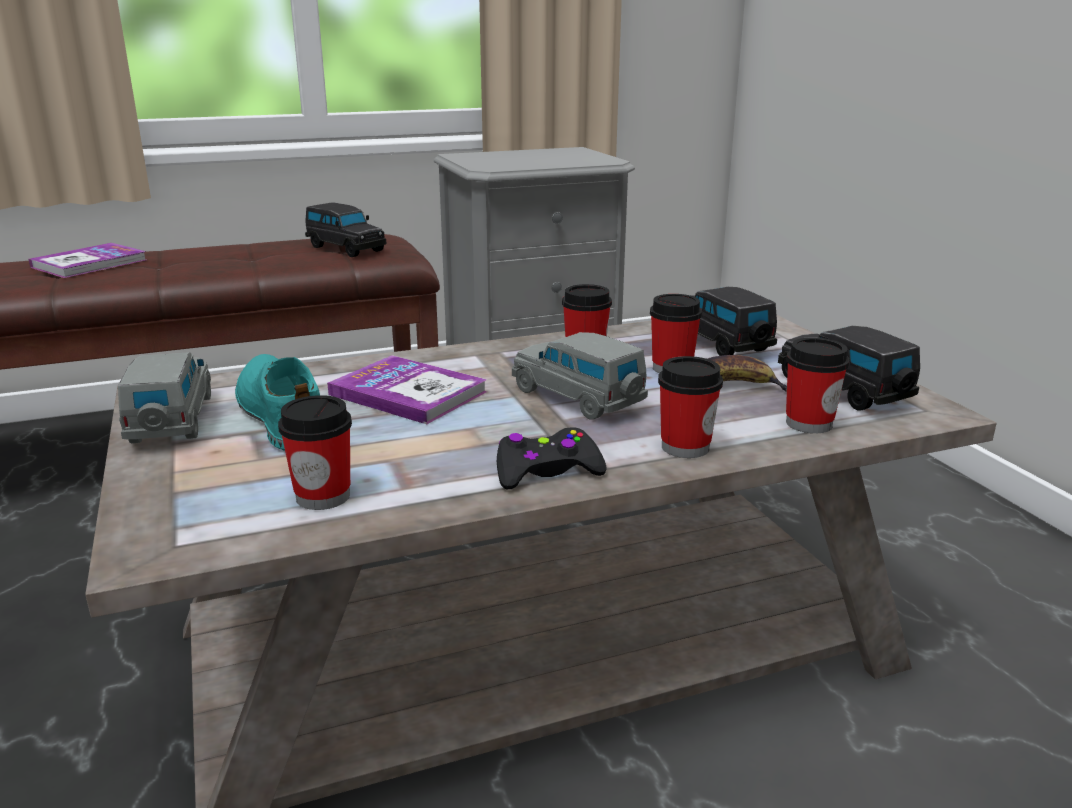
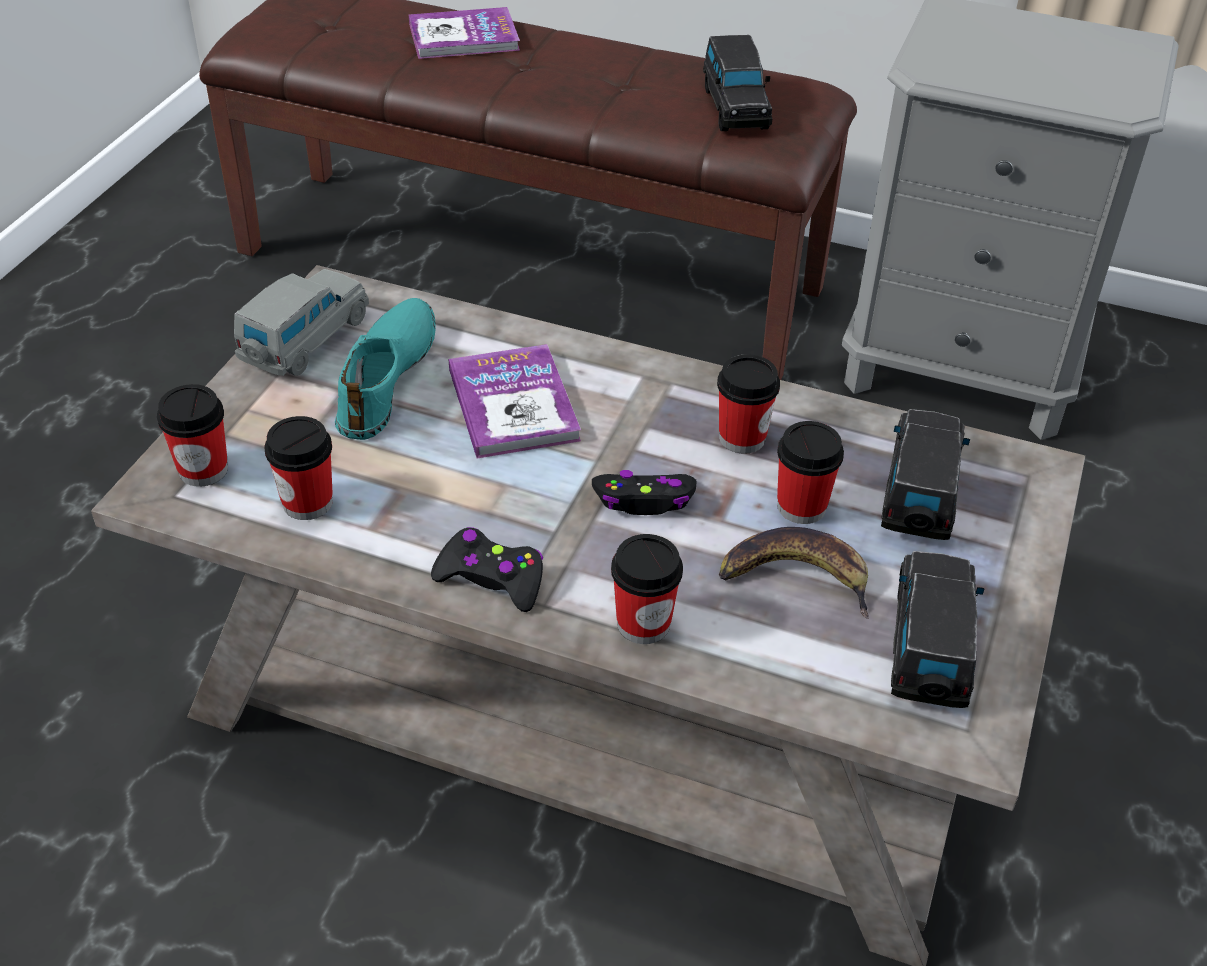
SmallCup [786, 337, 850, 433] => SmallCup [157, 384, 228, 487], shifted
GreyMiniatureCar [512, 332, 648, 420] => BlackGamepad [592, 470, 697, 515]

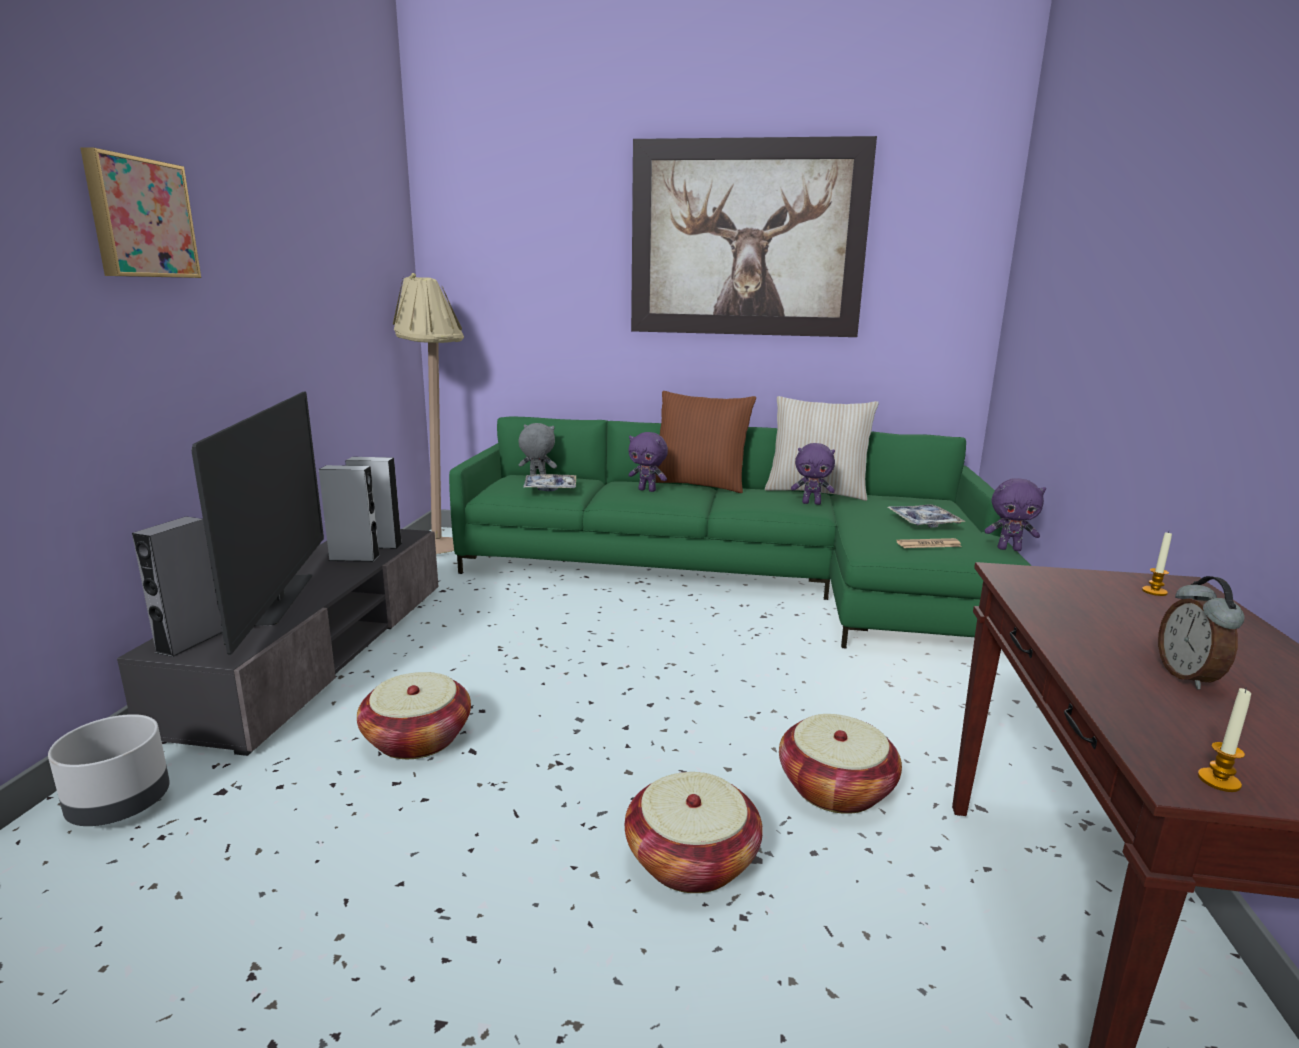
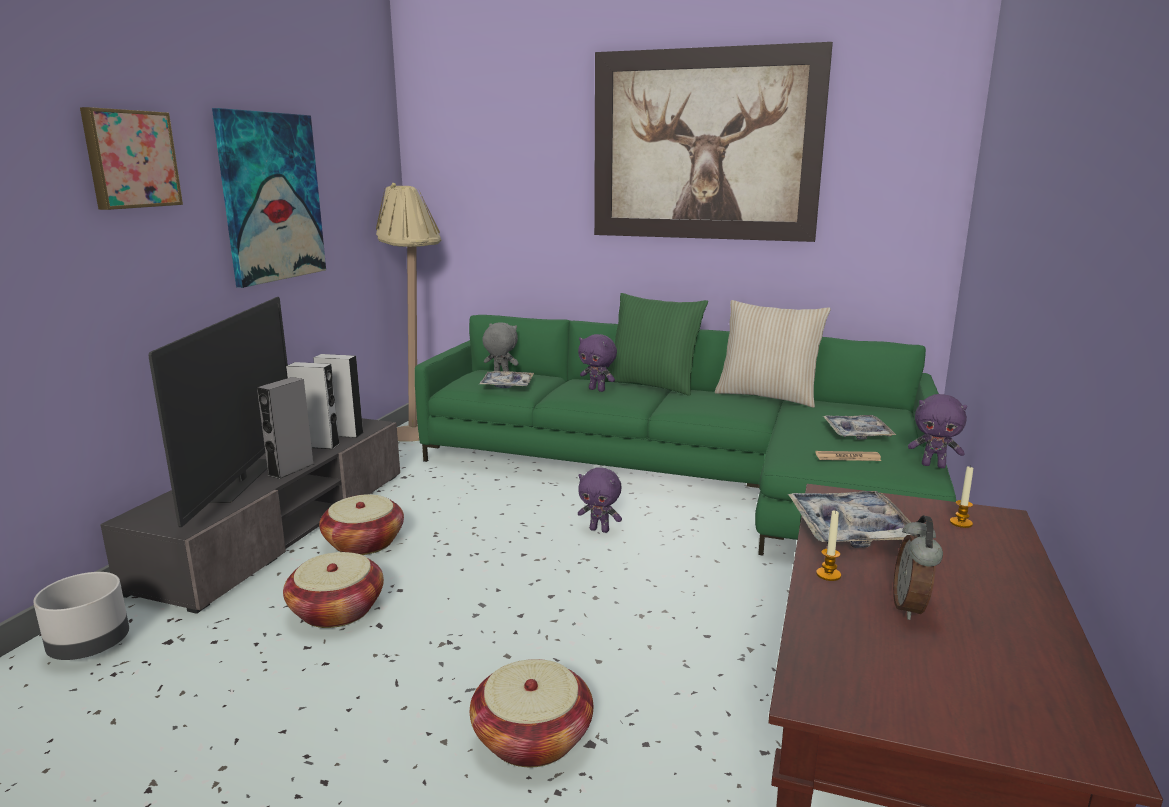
nothing => WallArt [212, 108, 326, 288]
nothing => Tray [788, 491, 921, 548]
GreyAudioSpeaker [132, 516, 222, 657] => GreyAudioSpeaker [257, 377, 314, 479], shifted
StorageBasket [779, 714, 902, 814] => StorageBasket [319, 494, 404, 555], shifted
PurpleColouredCuddlyToy [791, 443, 835, 505] => PurpleColouredCuddlyToy [578, 467, 622, 533], shifted
Candle [1198, 688, 1251, 792] => Candle [816, 510, 841, 581], shifted
BrownishPillow [656, 391, 756, 493] => GreenishPillow [605, 293, 708, 396]

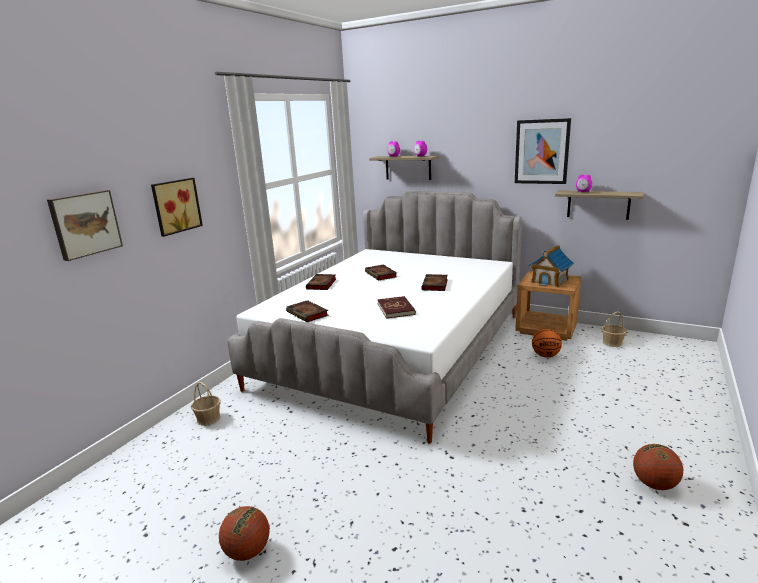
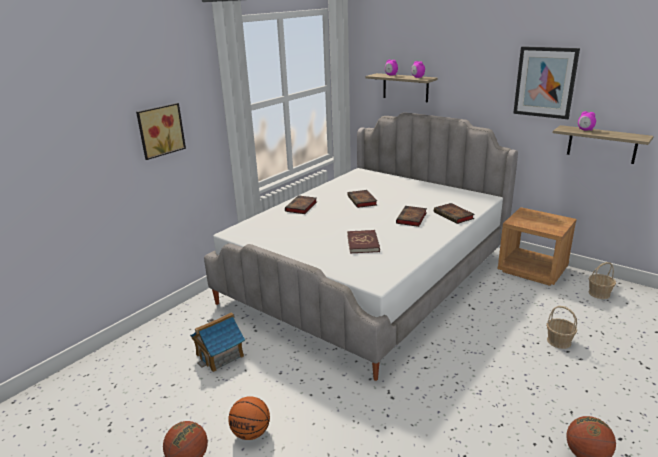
WallArt [47, 190, 123, 261] => nothing
StorageBasket [191, 382, 220, 426] => StorageBasket [547, 306, 577, 349], shifted
BoundBook [286, 300, 329, 322] => BoundBook [434, 203, 475, 224], shifted
ToyHouse [528, 246, 574, 287] => ToyHouse [190, 312, 245, 372], shifted
BasketballBall [532, 329, 562, 358] => BasketballBall [228, 396, 270, 440], shifted

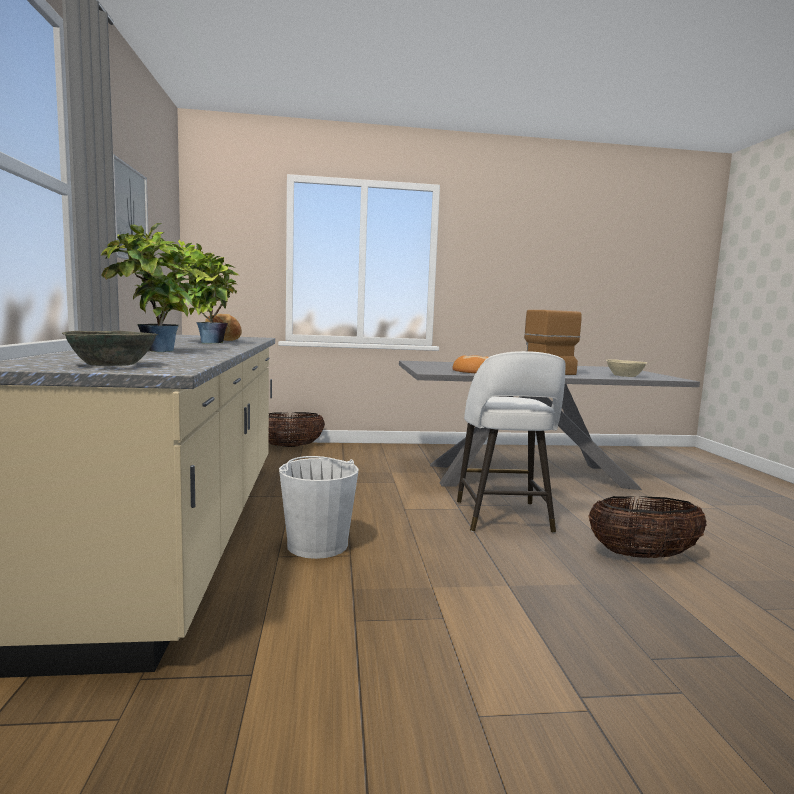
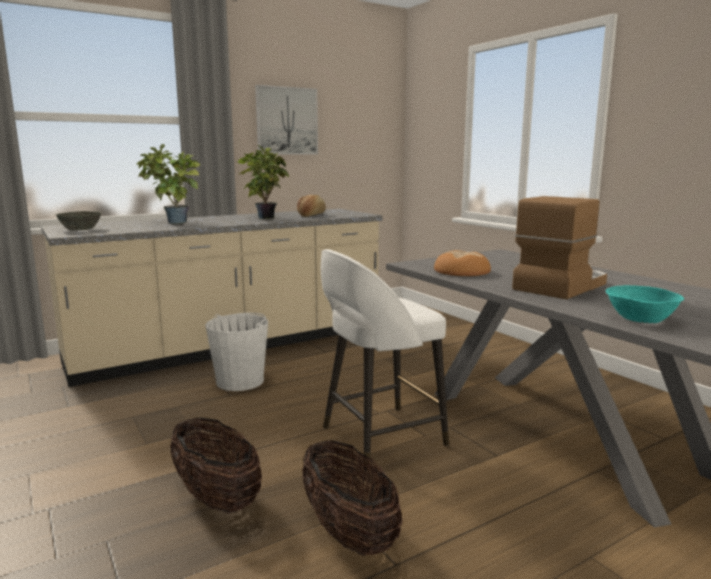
StorageBasket [269, 412, 325, 447] => StorageBasket [170, 417, 262, 514], shifted
SandColouredServingBowl [606, 359, 647, 377] => TurquoiseColouredServingBowl [606, 285, 684, 323]

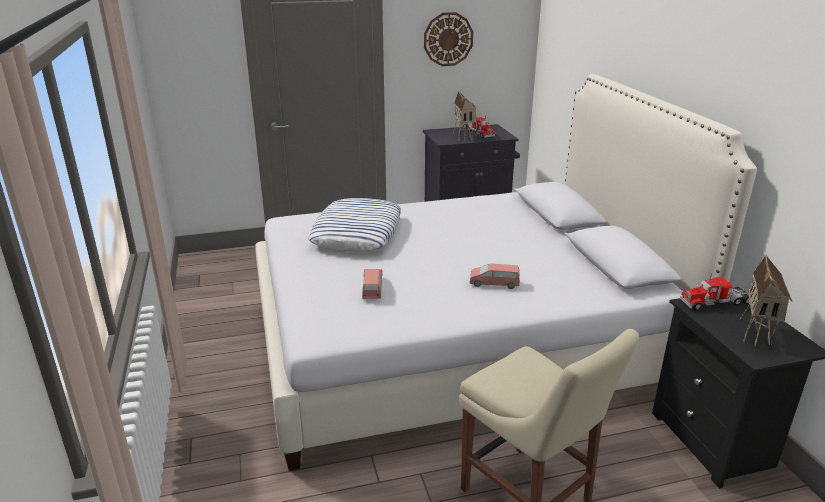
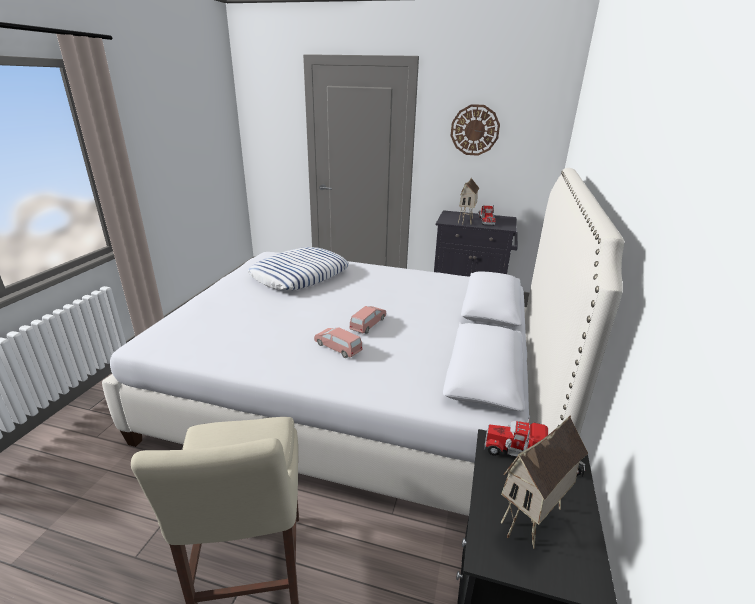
PinkColouredMiniatureCar [362, 269, 382, 299] => PinkColouredMiniatureCar [350, 306, 386, 334], shifted

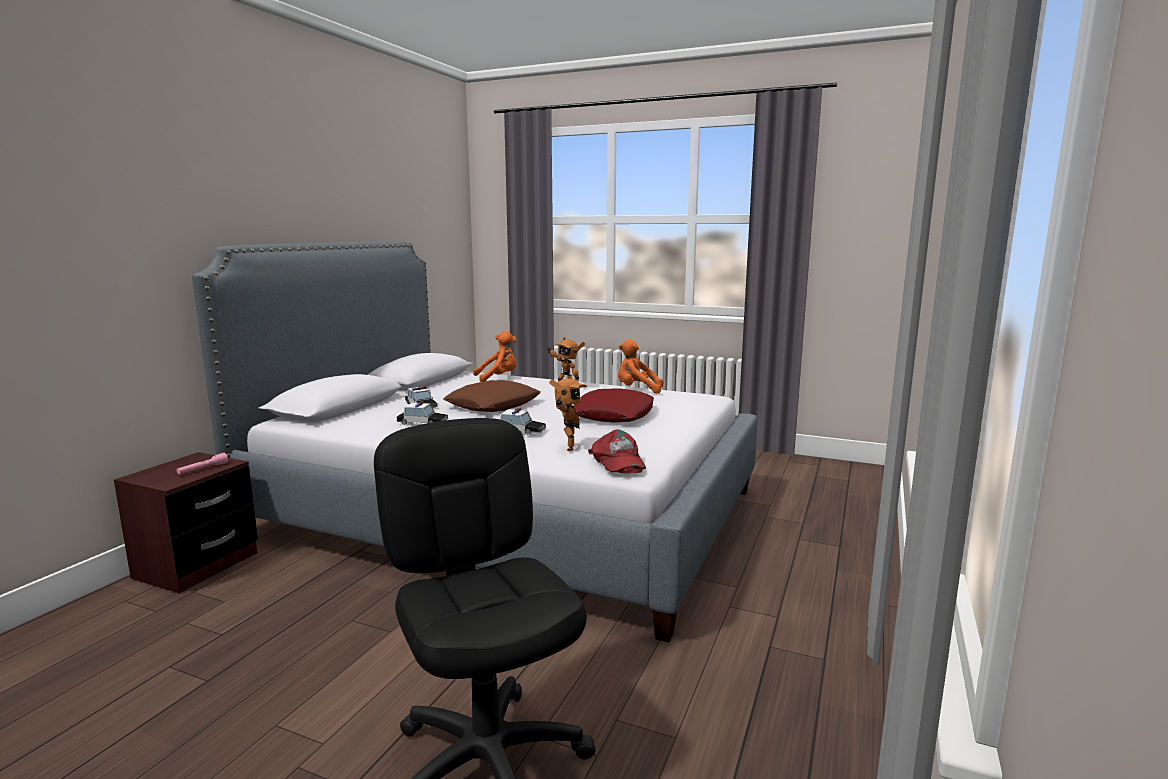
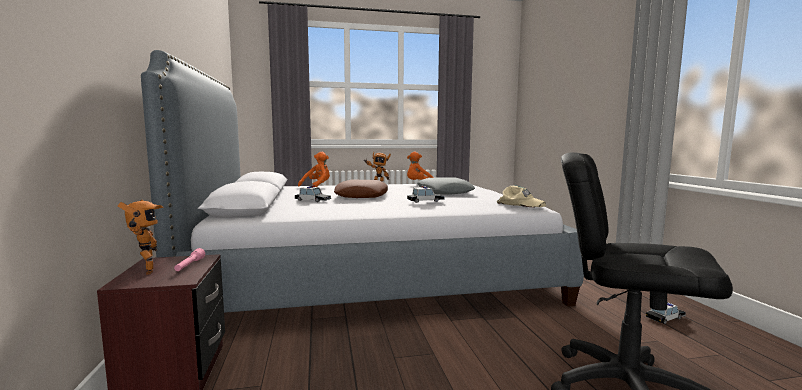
MiniatureCar [397, 401, 449, 425] => MiniatureCar [646, 302, 686, 324], shifted
RobotFigure [549, 376, 587, 451] => RobotFigure [118, 200, 163, 274], shifted
RedPillow [573, 389, 654, 422] => GreyPillow [417, 177, 475, 195]
RedPeakedCap [588, 429, 646, 474] => SandColouredPeakedCap [497, 185, 546, 207]

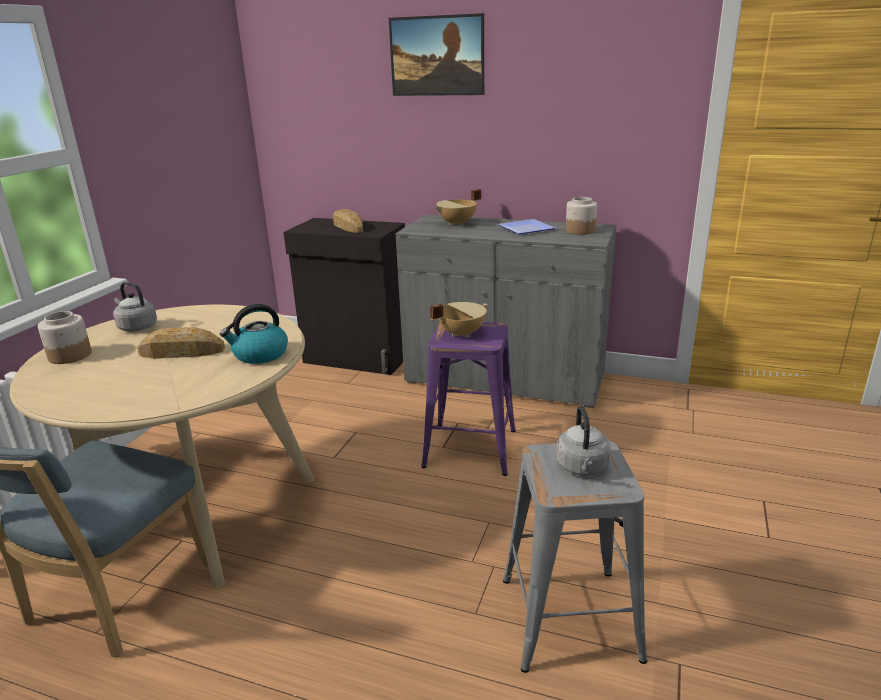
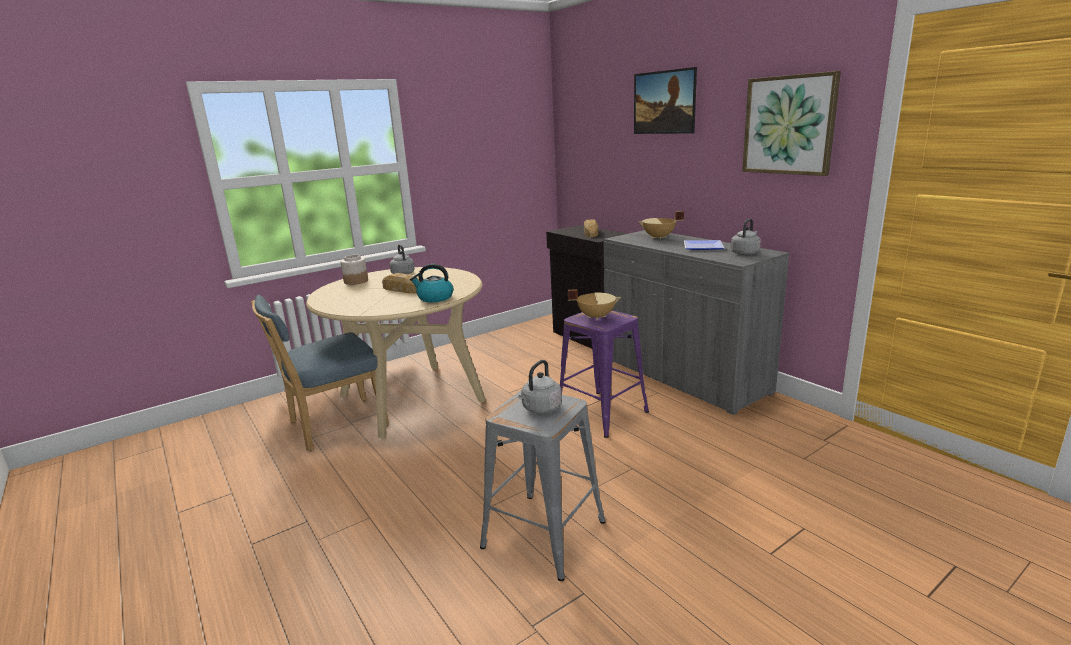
nothing => WallArt [742, 71, 841, 176]
PreserveJar [566, 197, 597, 235] => GreyKettle [731, 219, 761, 255]

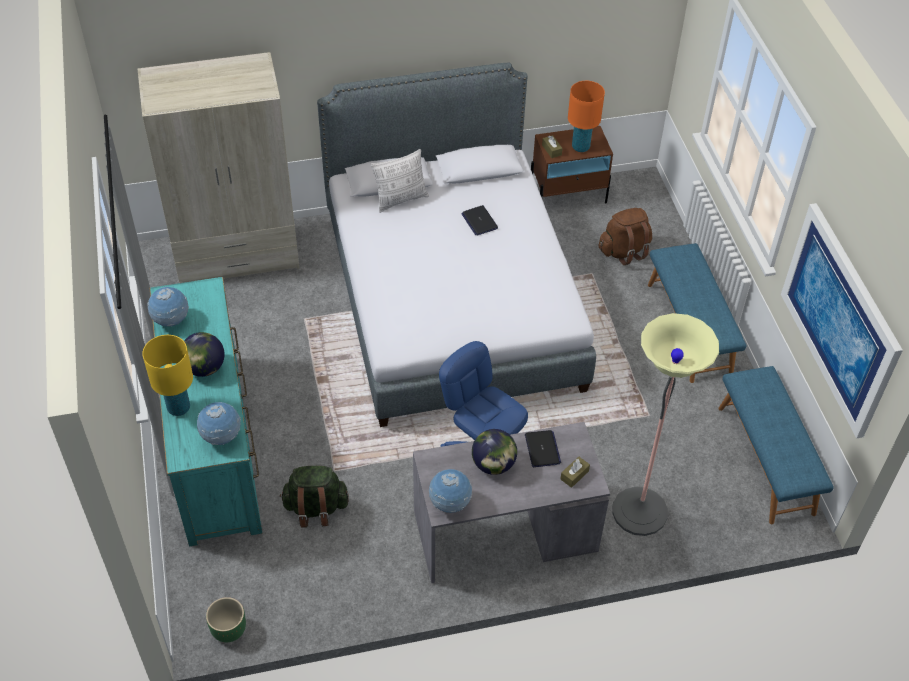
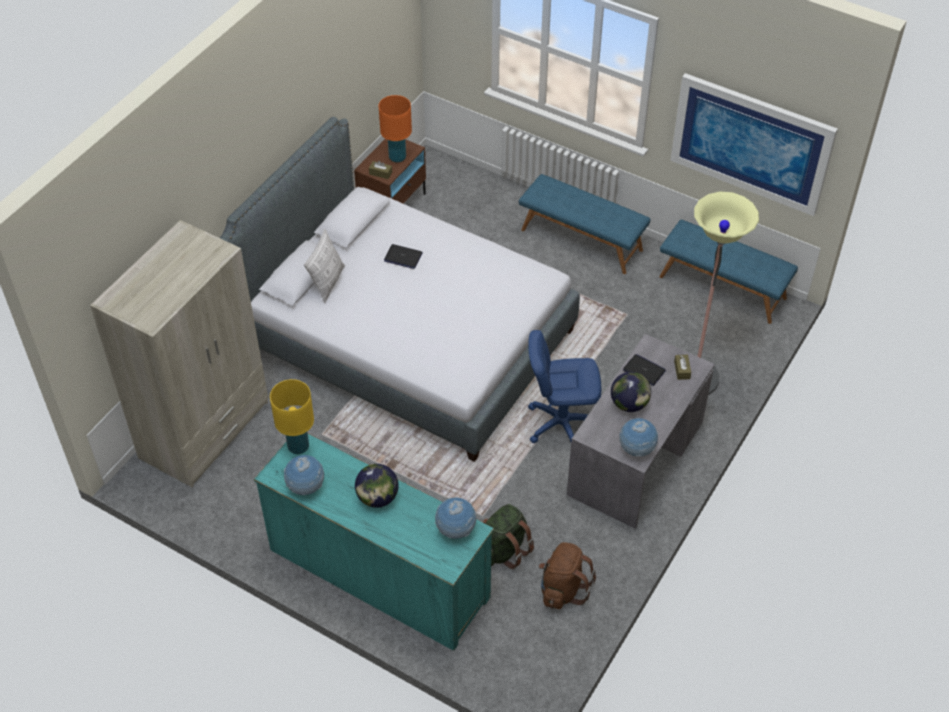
GreenishPlanter [206, 597, 246, 643] => nothing
YellowColouredTabletopLamp [142, 335, 193, 416] => YellowColouredTabletopLamp [270, 379, 314, 454], shifted
BrownishKnapsack [599, 208, 652, 265] => BrownishKnapsack [539, 542, 596, 609], shifted

